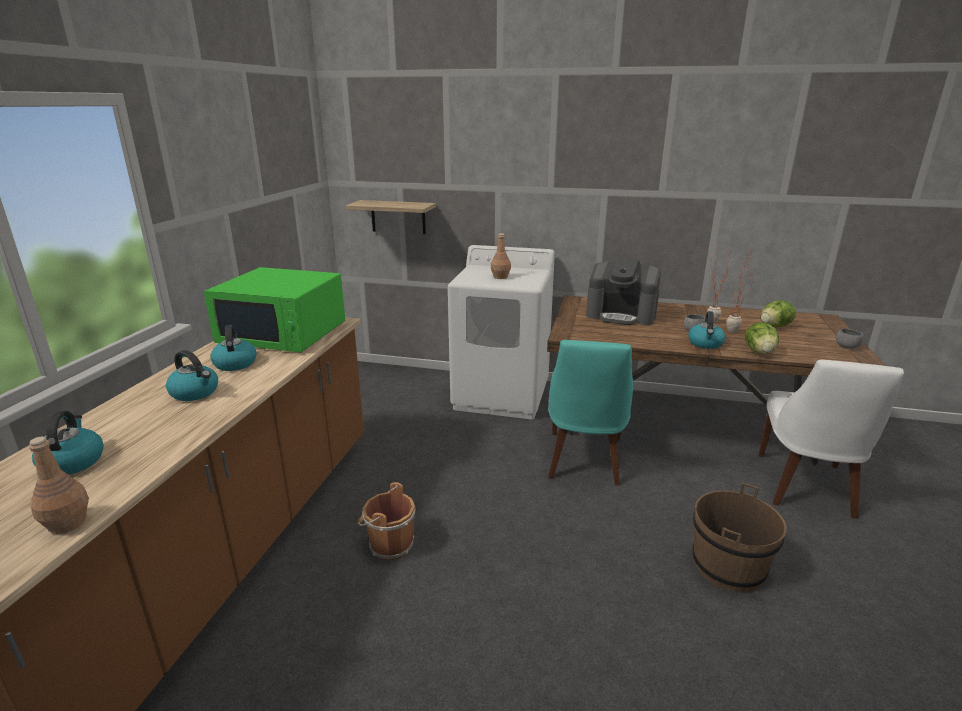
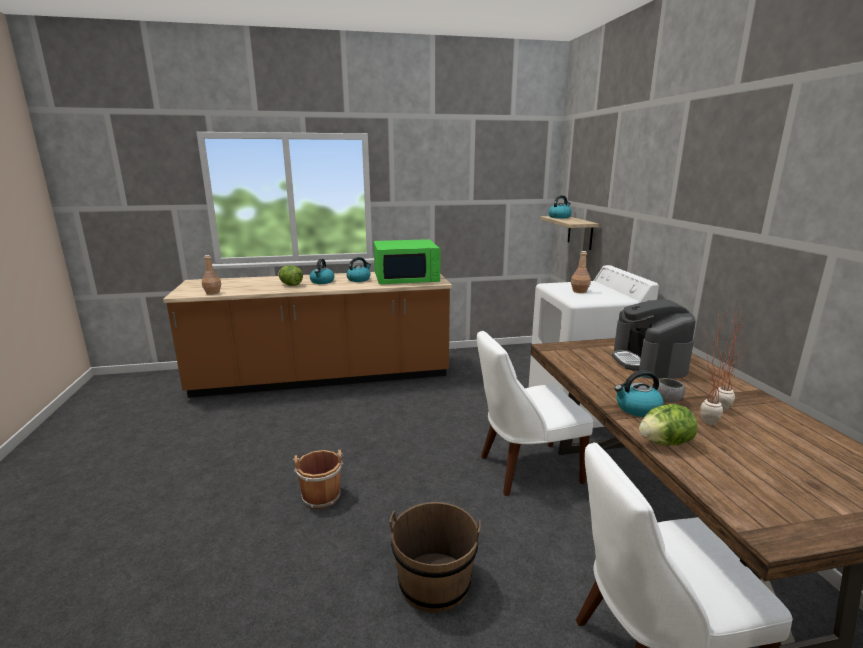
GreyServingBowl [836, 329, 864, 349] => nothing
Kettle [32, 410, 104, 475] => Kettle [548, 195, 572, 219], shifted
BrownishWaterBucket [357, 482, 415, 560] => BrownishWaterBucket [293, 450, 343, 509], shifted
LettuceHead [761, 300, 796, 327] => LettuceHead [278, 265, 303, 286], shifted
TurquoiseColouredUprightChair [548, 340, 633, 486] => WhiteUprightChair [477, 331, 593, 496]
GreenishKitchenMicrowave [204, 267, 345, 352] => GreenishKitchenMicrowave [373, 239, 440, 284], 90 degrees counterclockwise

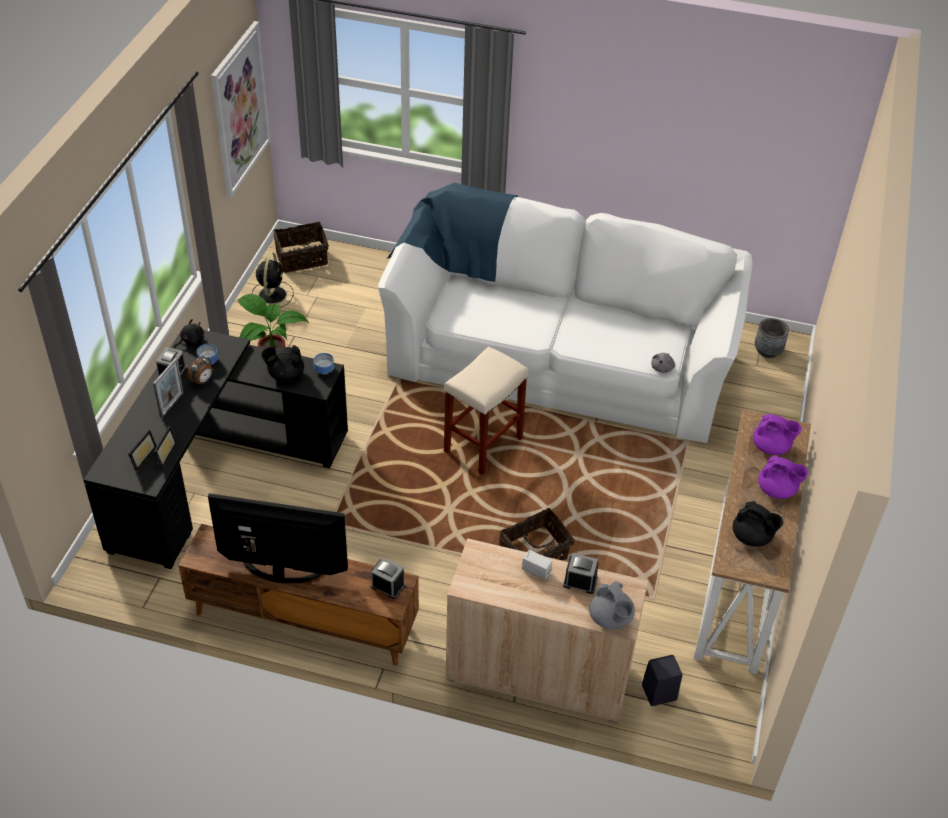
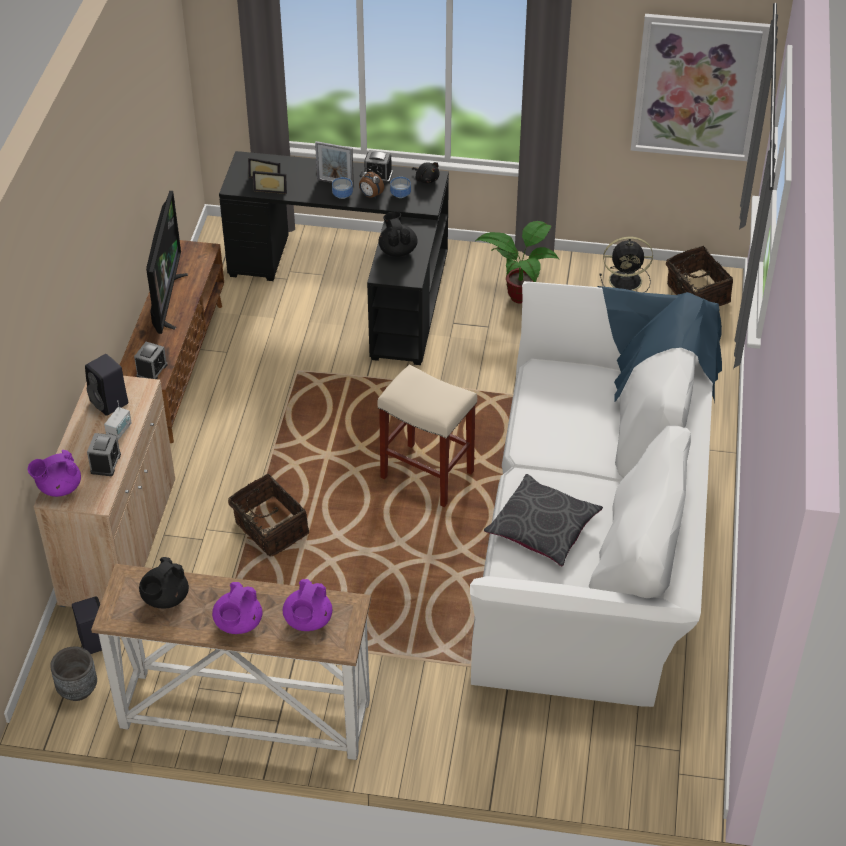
GreyCuddlyToy [651, 353, 675, 373] => nothing
nothing => BlackAudioSpeaker [85, 354, 128, 416]
nothing => GreyPillow [484, 474, 603, 566]
ServingBowl [314, 353, 334, 374] => ServingBowl [332, 177, 353, 199], shifted
GreyPlanter [755, 318, 789, 358] => GreyPlanter [50, 647, 97, 701], shifted
GreyTeaPot [589, 581, 635, 630] => PurpleColouredTeaPot [27, 450, 81, 497]

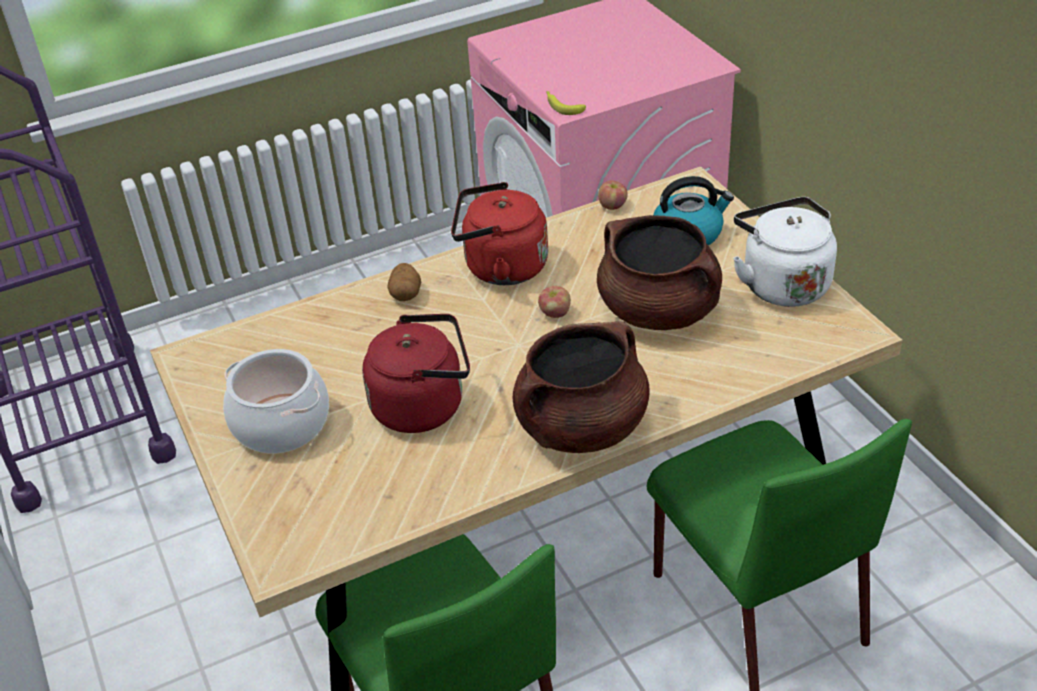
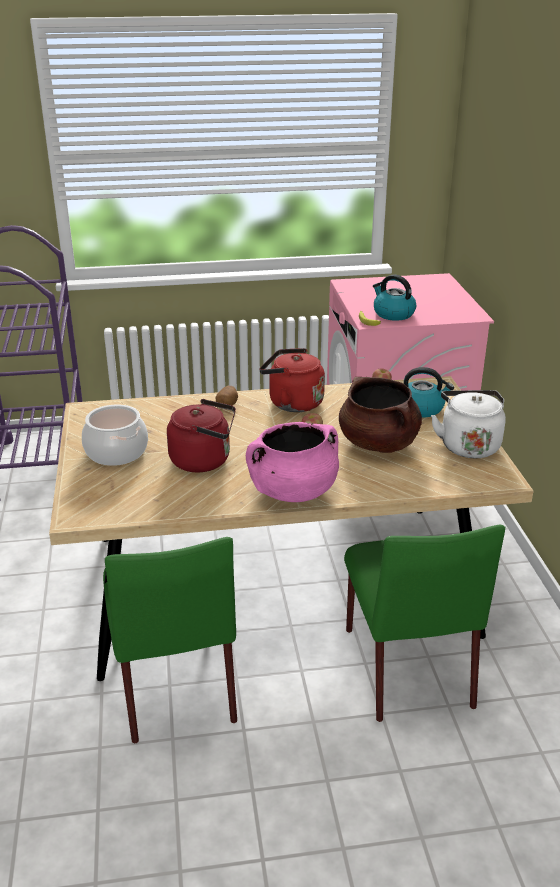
nothing => Kettle [373, 275, 416, 321]
BrownishStockpot [513, 321, 650, 453] => PinkColouredStockpot [246, 422, 339, 502]

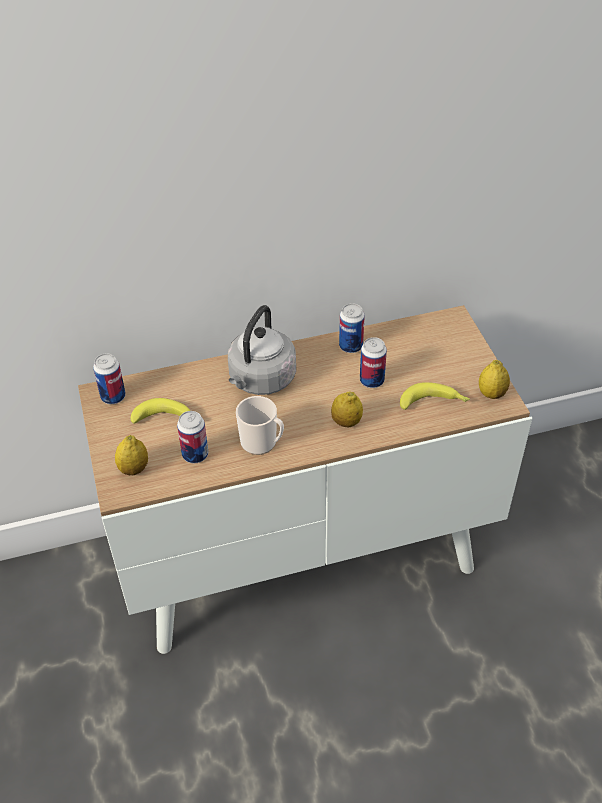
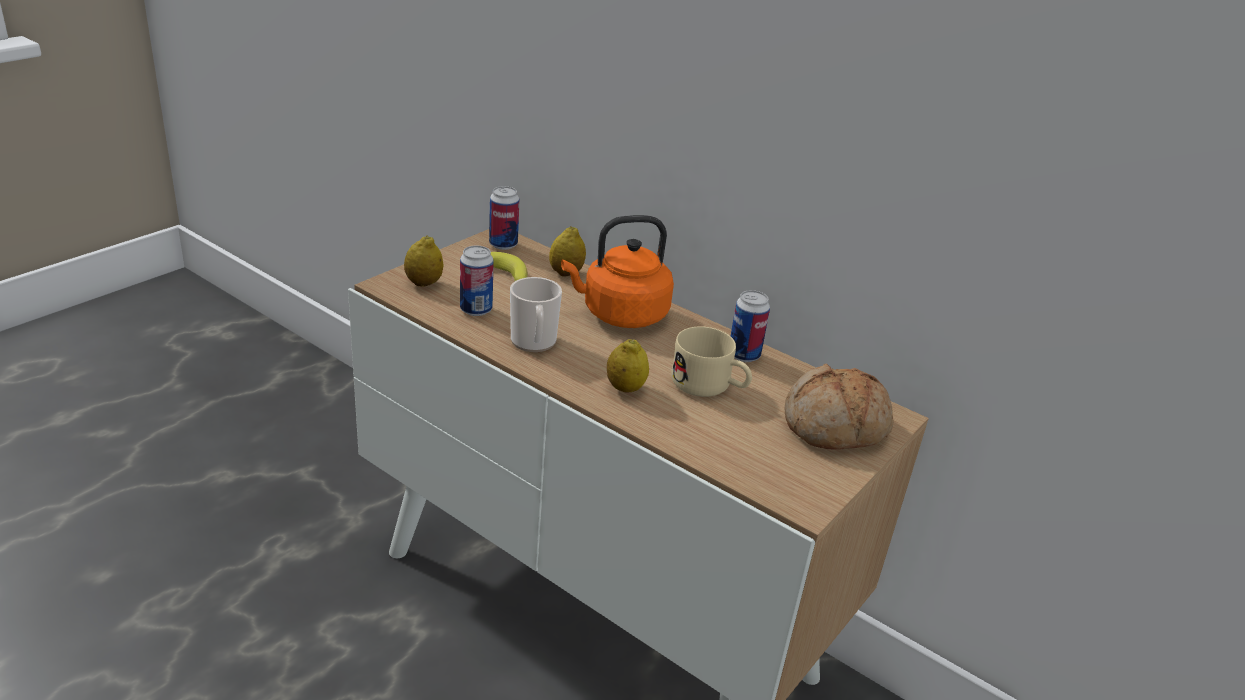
BananaFruit [400, 382, 470, 410] => nothing
nothing => Bread [785, 363, 894, 450]
WholeLemon [479, 360, 510, 399] => WholeLemon [549, 226, 586, 277], shifted
Can [360, 337, 387, 388] => SandColouredMug [671, 326, 752, 397]
GreyKettle [228, 305, 296, 395] => OrangeyKettle [561, 215, 674, 328]

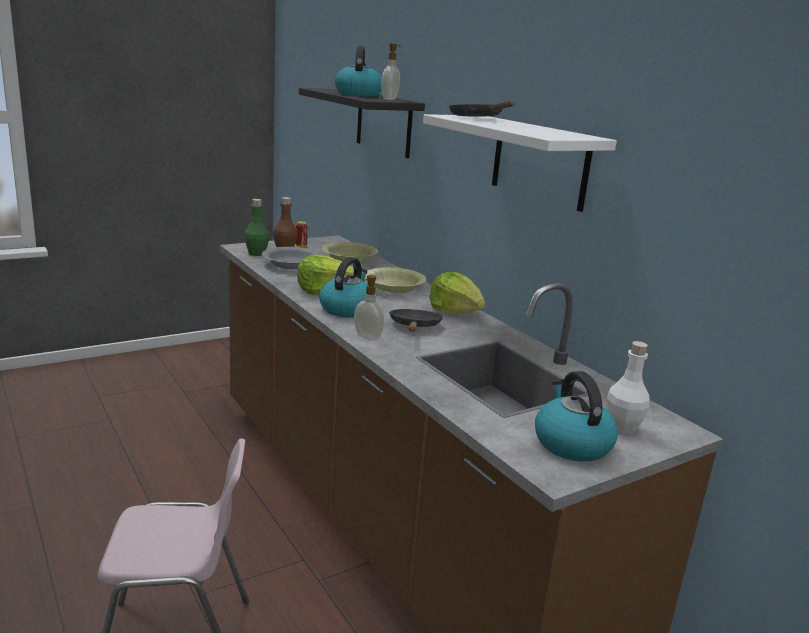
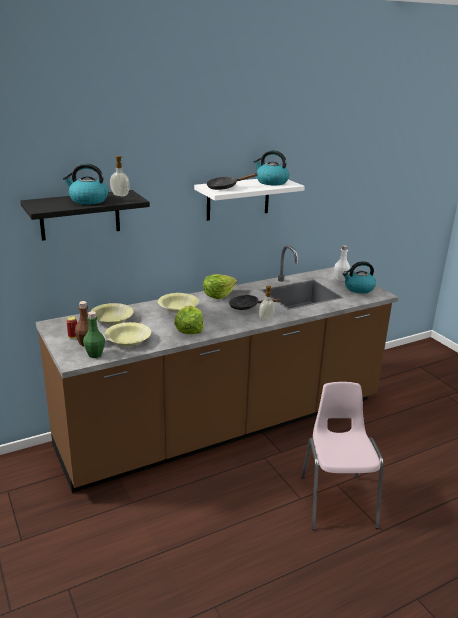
Kettle [319, 257, 376, 317] => Kettle [253, 150, 289, 185], shifted
GreyServingBowl [262, 247, 321, 269] => YellowColouredServingBowl [105, 322, 151, 346]

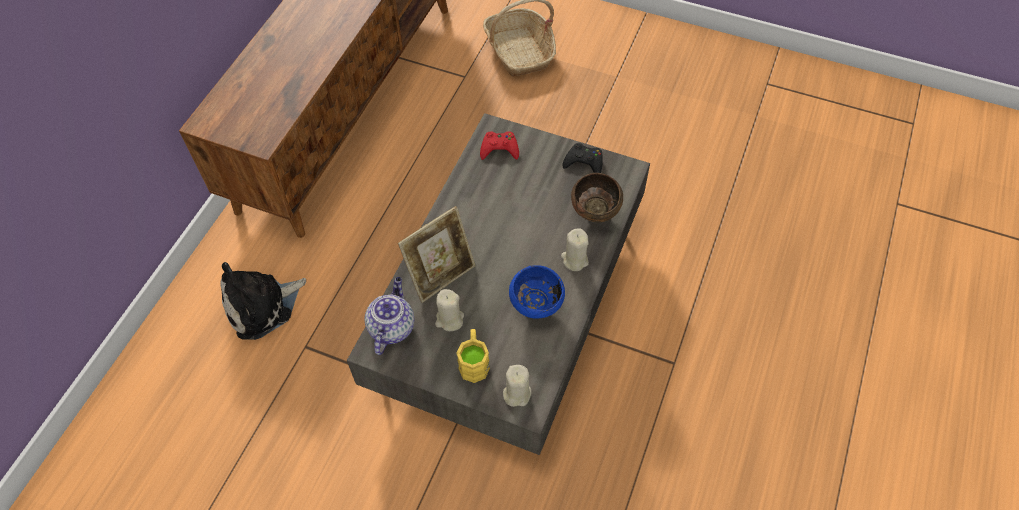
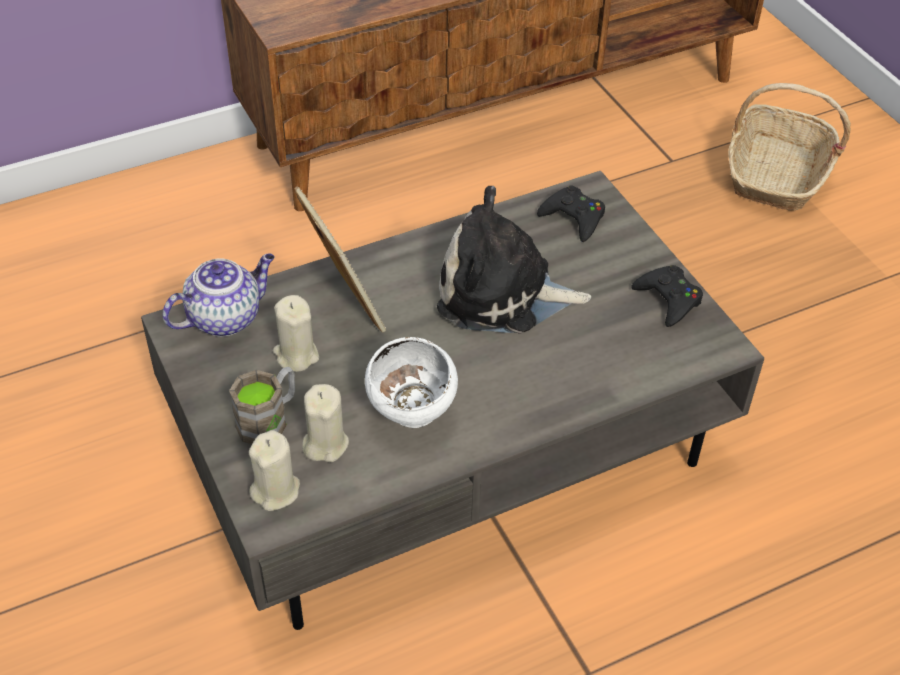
BrownishServingBowl [571, 173, 623, 222] => nothing
CuddlyToy [220, 262, 306, 340] => CuddlyToy [437, 186, 591, 333], shifted
SandColouredCandle [561, 228, 589, 271] => SandColouredCandle [302, 384, 349, 462], shifted
YellowColouredMug [456, 329, 490, 383] => BrownishMug [229, 367, 295, 444]
RedGamepad [480, 131, 519, 160] => BlackGamepad [537, 186, 605, 242]
BluishServingBowl [509, 265, 565, 319] => WhiteServingBowl [365, 337, 458, 428]
PictureFrame [398, 206, 476, 303] => PictureFrame [294, 186, 386, 333], 120 degrees counterclockwise

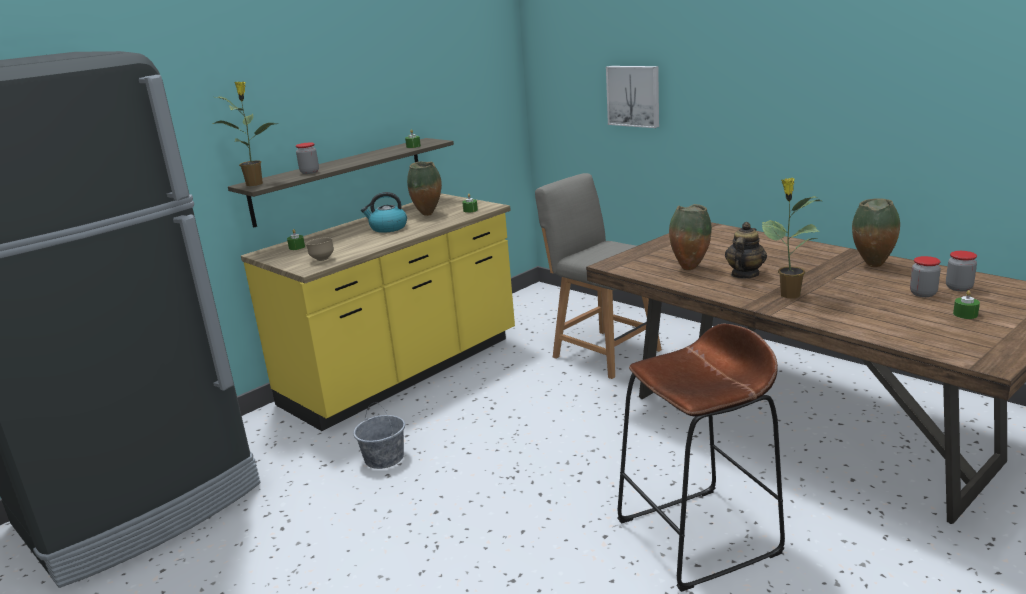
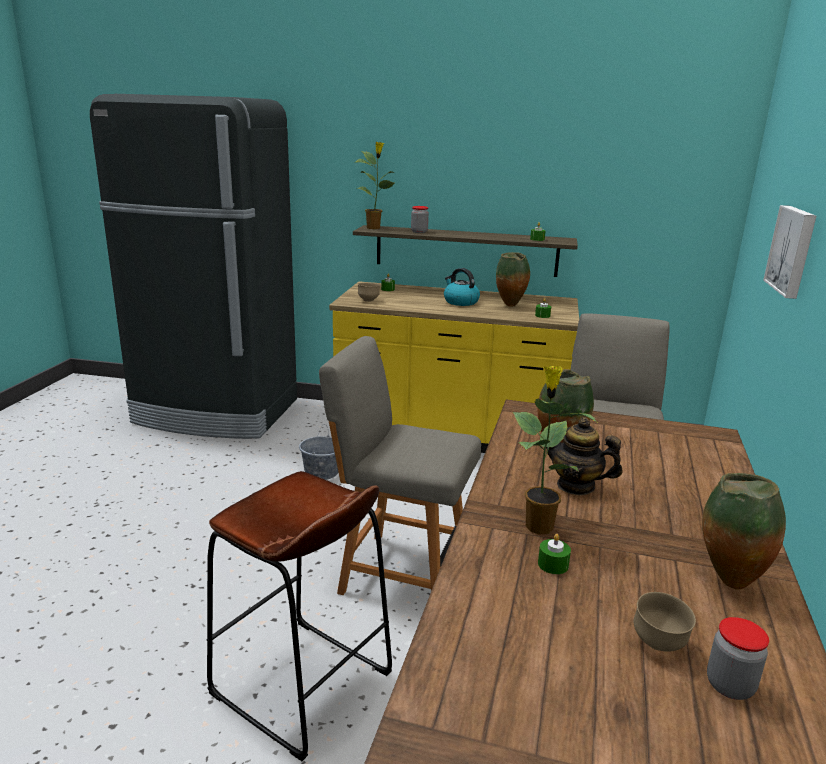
nothing => GreyUprightChair [319, 336, 481, 595]
GreenishCandle [953, 290, 980, 319] => GreenishCandle [538, 534, 571, 574], shifted
PreserveJar [910, 256, 941, 297] => BrownishServingBowl [634, 592, 696, 652]
TeaPot [725, 222, 767, 279] => TeaPot [542, 417, 622, 495], 150 degrees counterclockwise

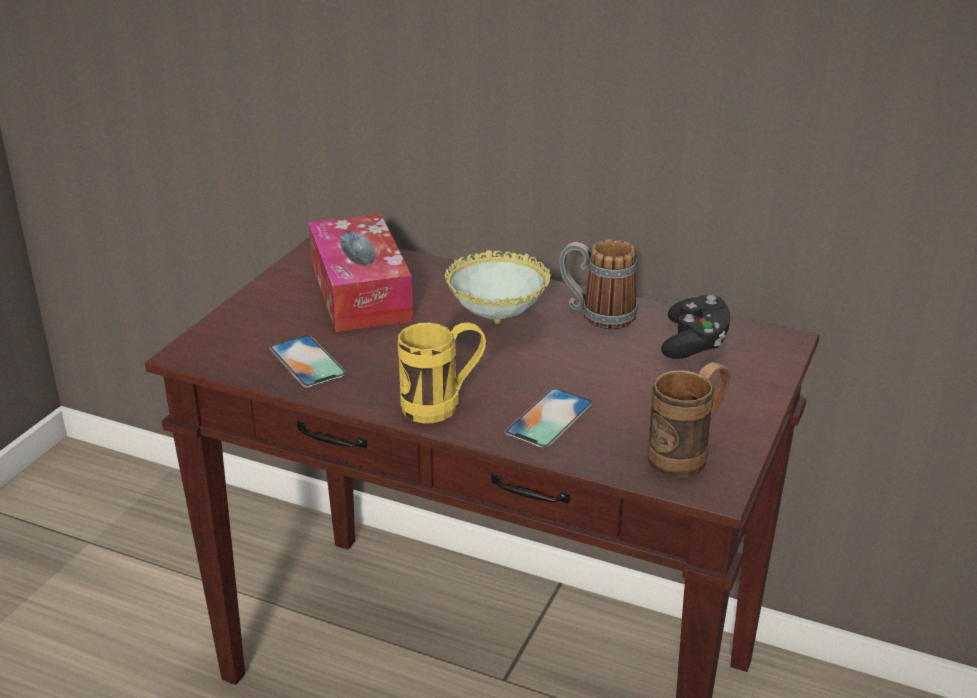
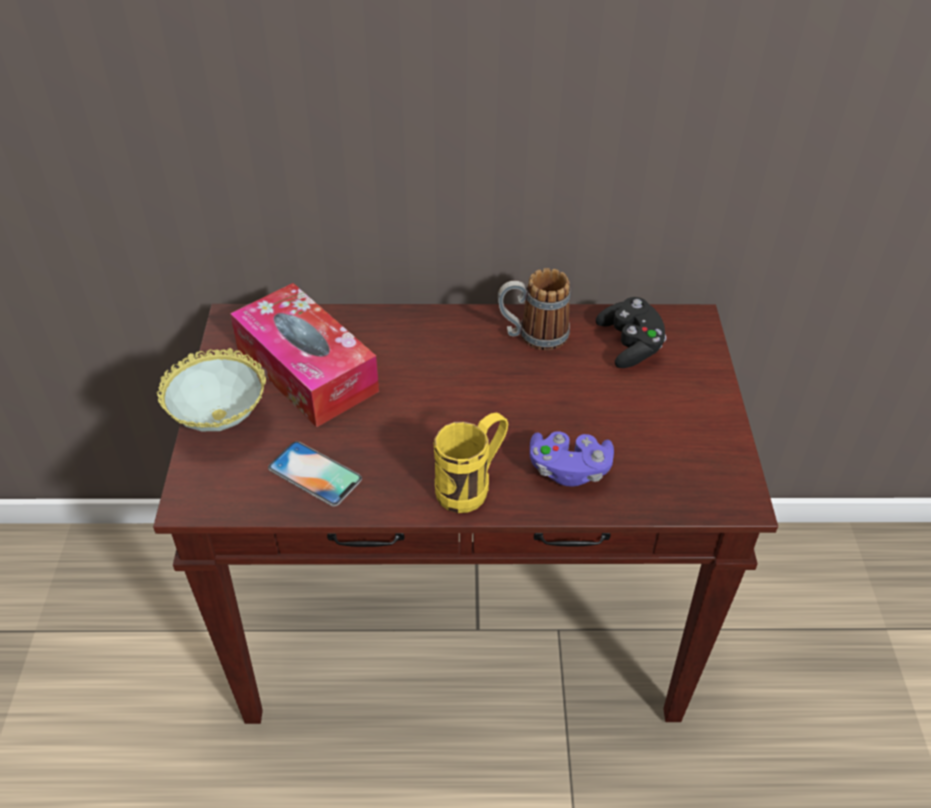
BrownishMug [647, 362, 730, 478] => nothing
ServingBowl [445, 250, 551, 324] => ServingBowl [157, 348, 266, 431], shifted
Telephone [505, 388, 593, 448] => PurpleColouredGamepad [530, 431, 614, 487]

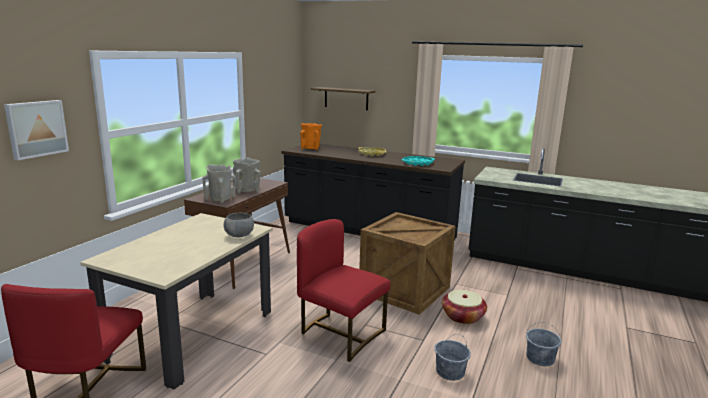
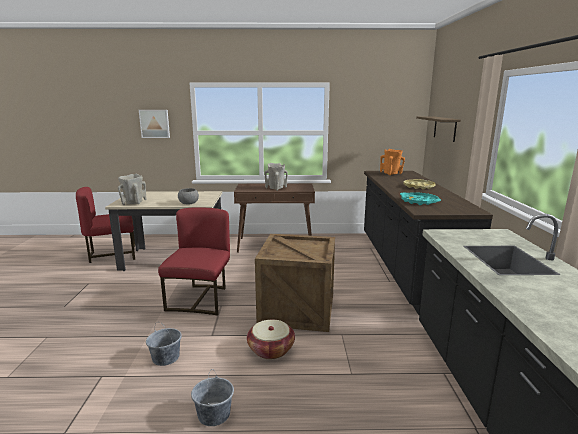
SandColouredVase [202, 165, 236, 203] => SandColouredVase [118, 174, 146, 205], shifted

